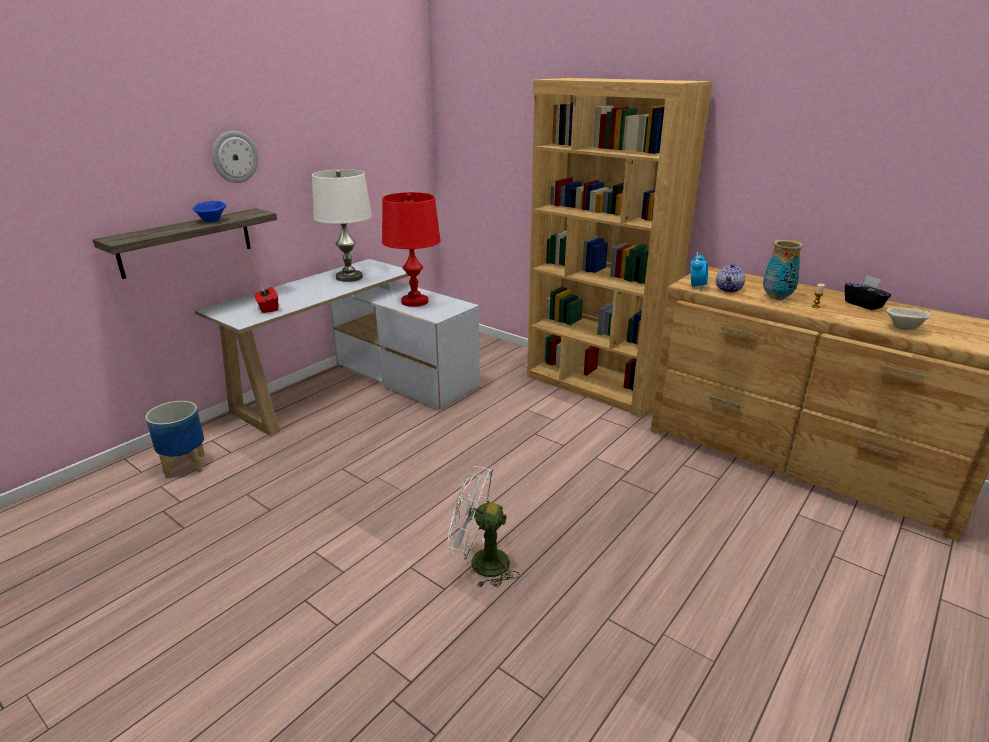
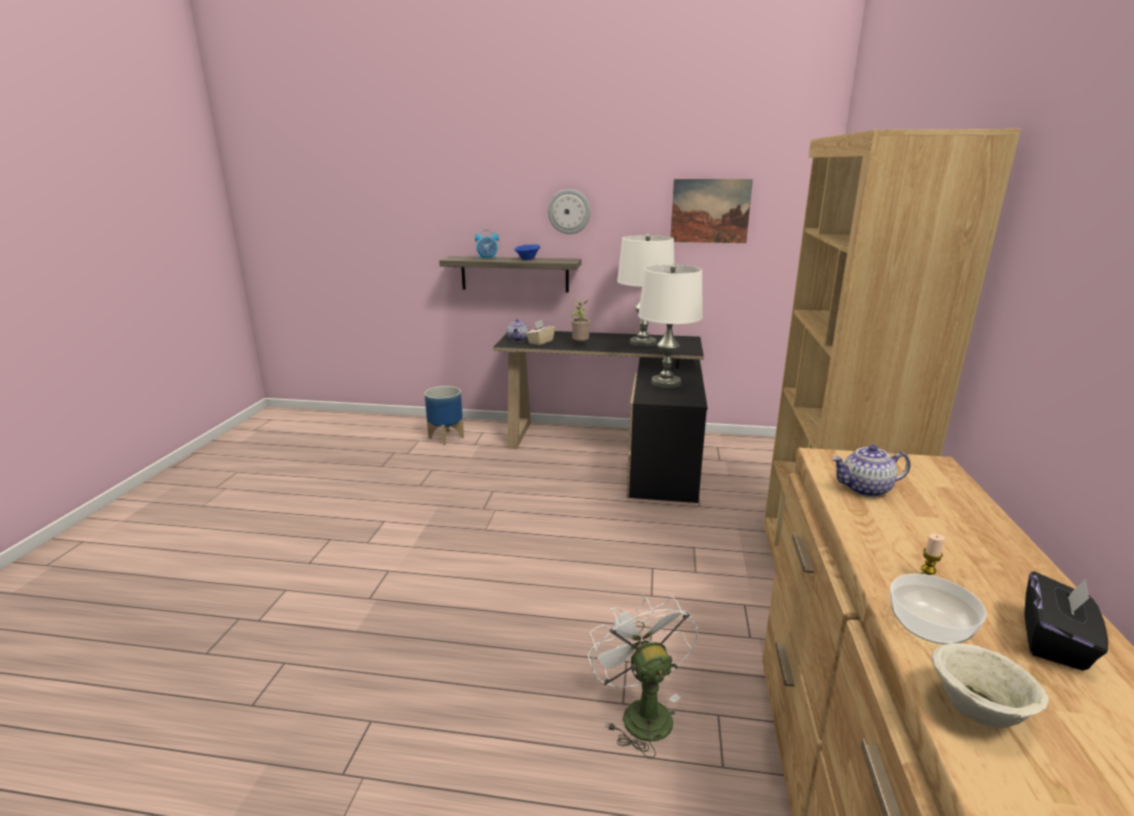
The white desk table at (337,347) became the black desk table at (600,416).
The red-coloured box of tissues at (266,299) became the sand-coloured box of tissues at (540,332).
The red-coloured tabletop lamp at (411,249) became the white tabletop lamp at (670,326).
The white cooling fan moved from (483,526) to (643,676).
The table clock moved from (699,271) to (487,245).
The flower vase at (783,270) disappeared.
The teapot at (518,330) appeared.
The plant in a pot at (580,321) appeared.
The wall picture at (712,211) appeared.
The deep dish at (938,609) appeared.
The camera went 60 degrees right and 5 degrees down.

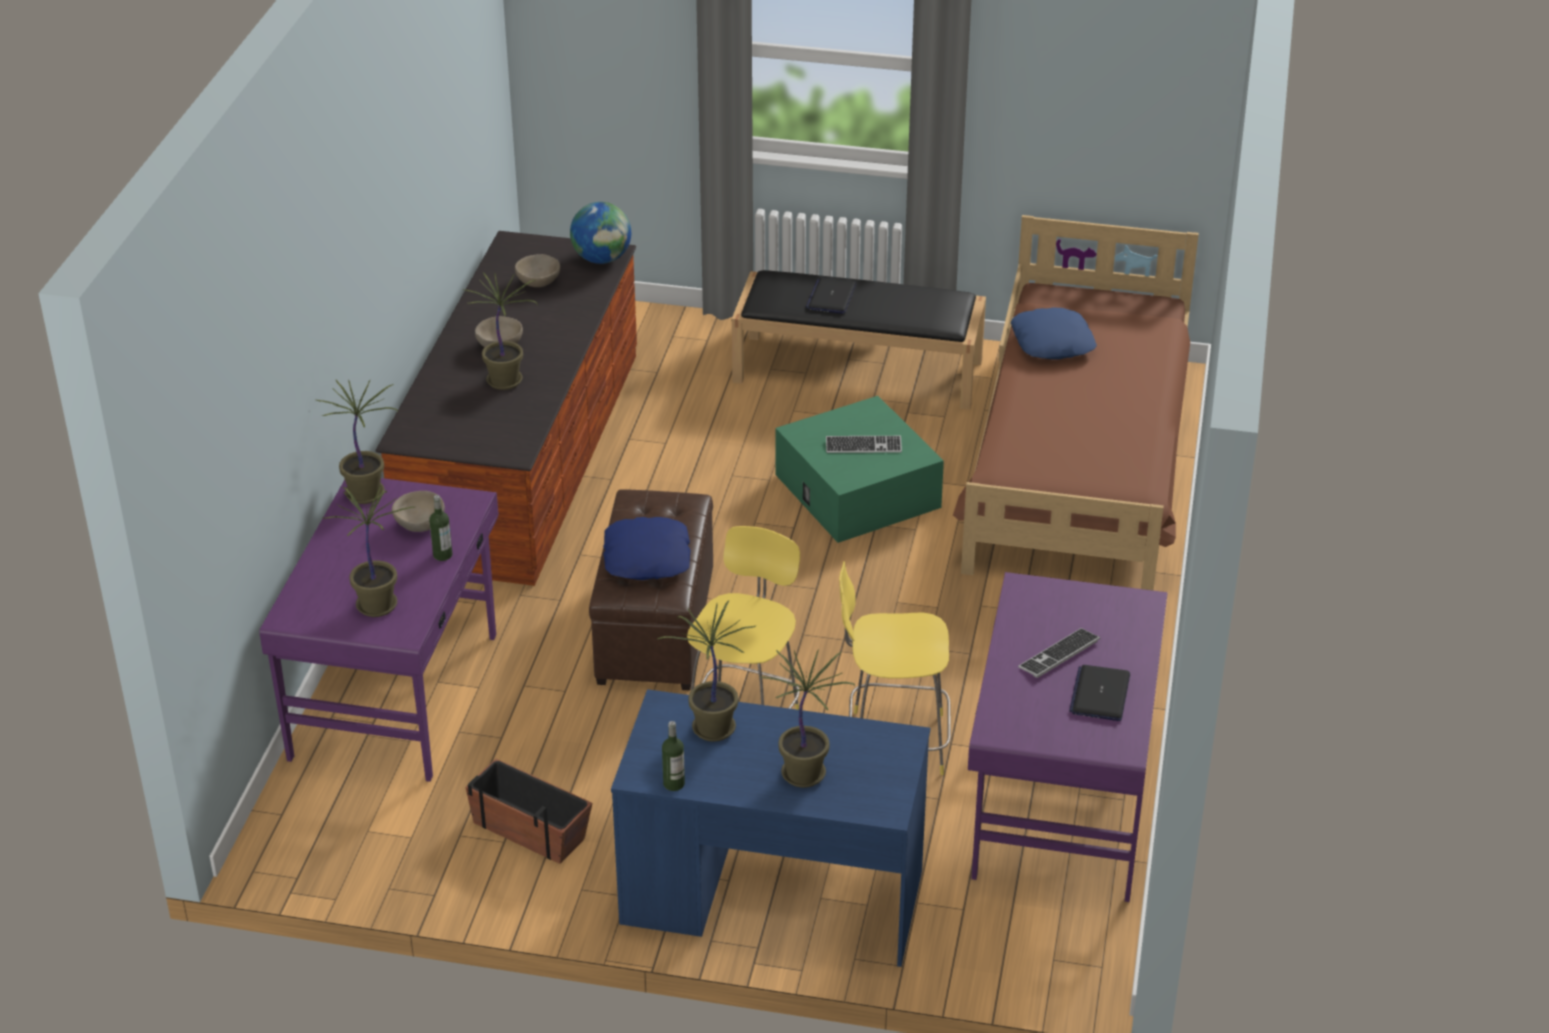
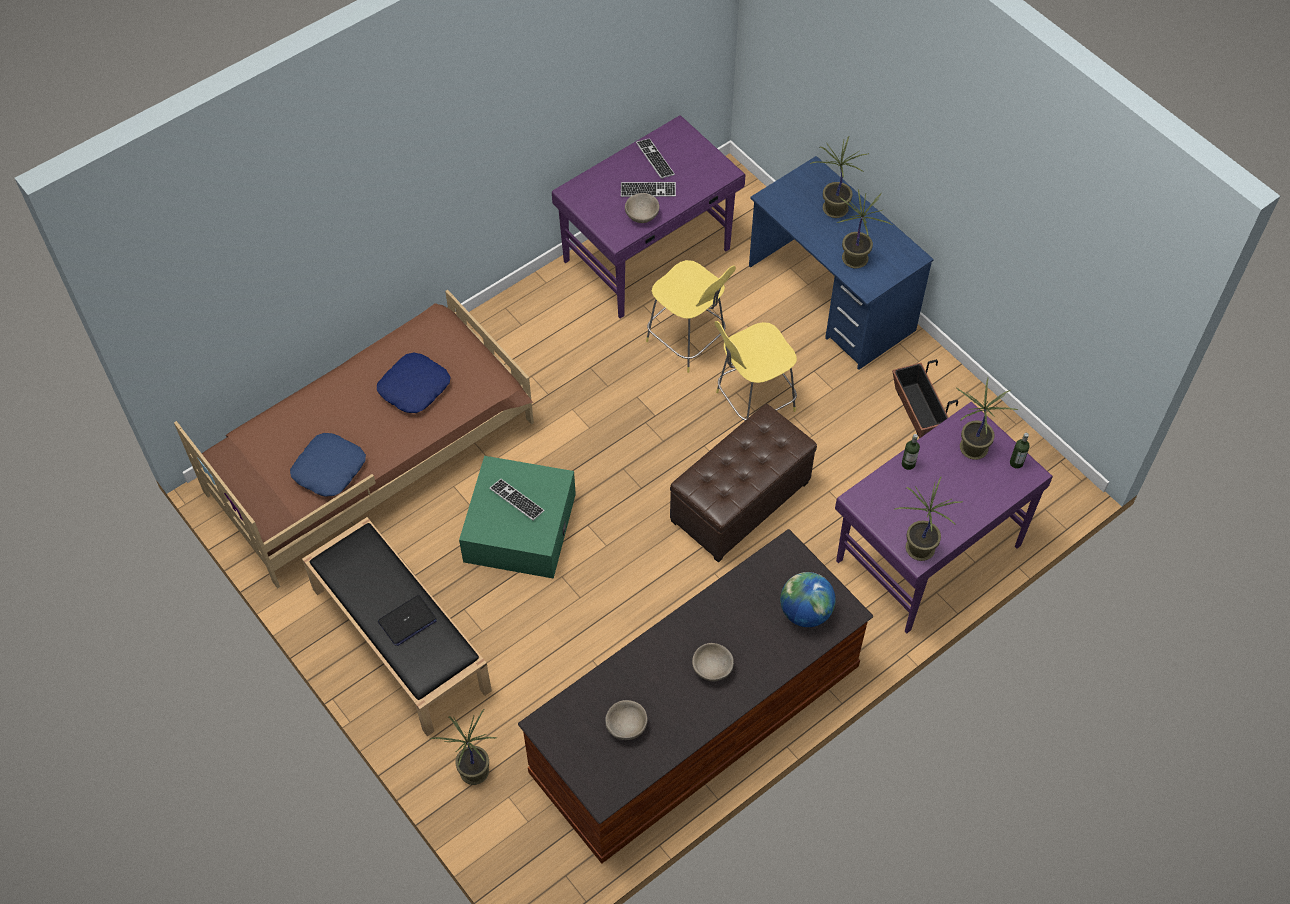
The sand-coloured deep dish moved from (418,511) to (642,208).
The plant in a pot moved from (500,331) to (463,746).
The globe moved from (600,233) to (808,599).
The blue-coloured throw pillow moved from (647,548) to (414,383).
The bottle moved from (673,756) to (1020,451).
The portable computer at (1099,693) was replaced by the keyboard at (655,158).
The camera went 140 degrees left and 20 degrees up.

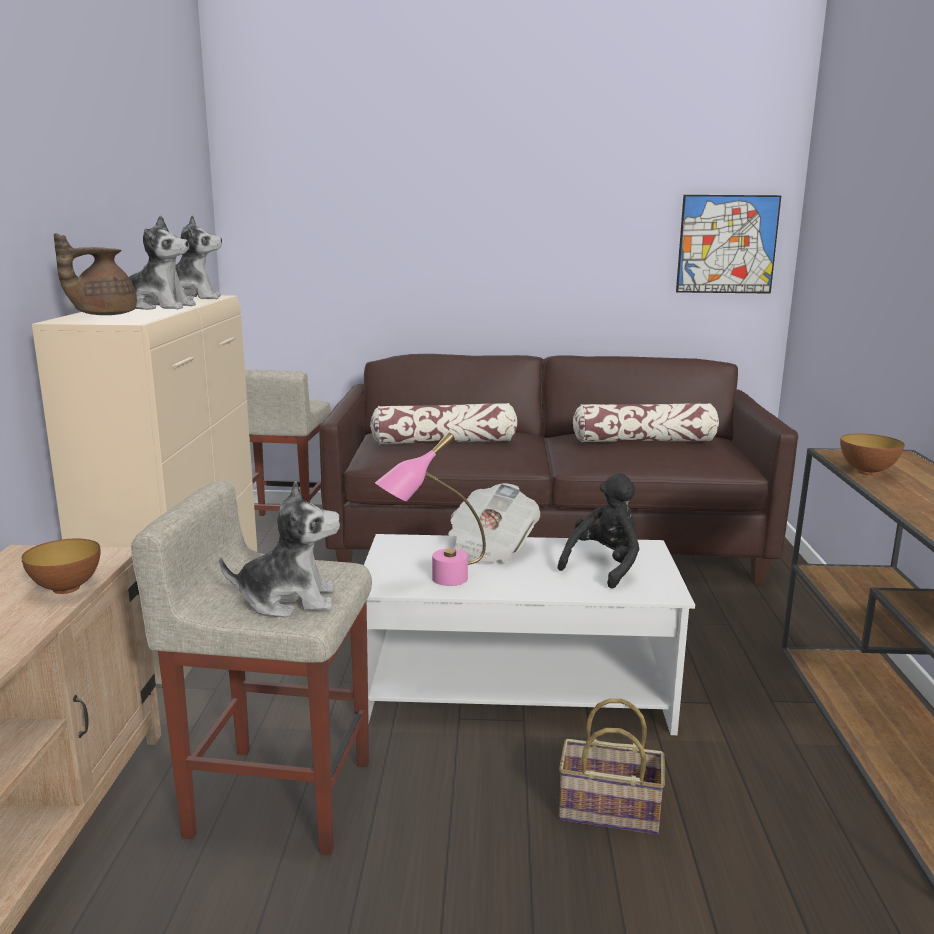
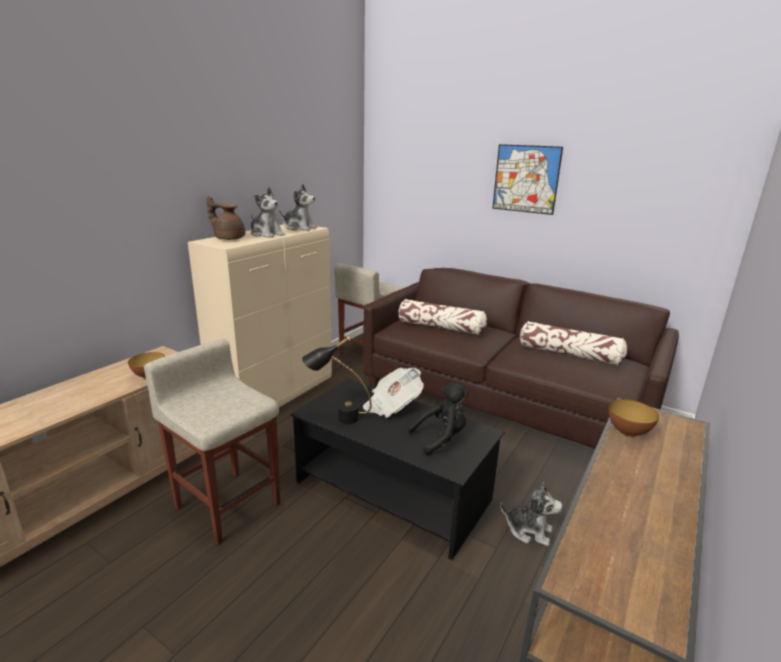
The brown-coloured teapot at (95,274) turned 45 degrees clockwise.
The soft toy moved from (279,549) to (531,514).
The white lounge table at (529,634) became the black lounge table at (398,469).
The pinkish tabletop lamp at (430,509) became the black tabletop lamp at (337,380).
The basket at (612,767) disappeared.
The wall picture moved from (729,244) to (527,179).
The camera went 30 degrees right and 5 degrees up.

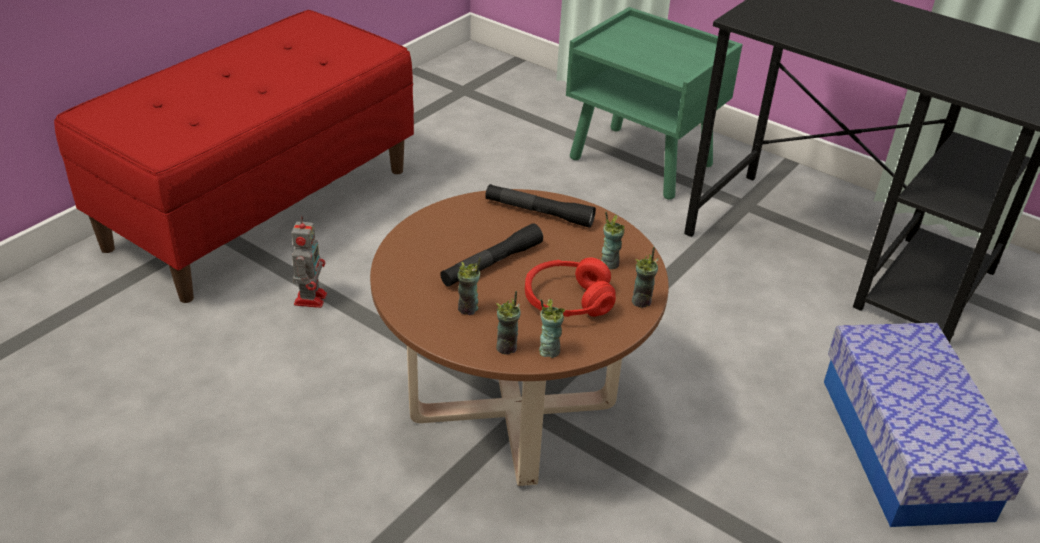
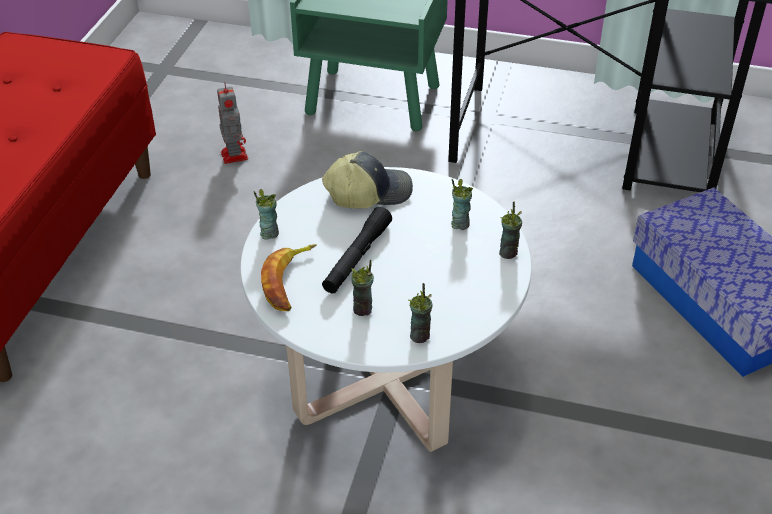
The model robot moved from (309,262) to (232,123).
The brown-coloured lounge table at (519,337) became the white lounge table at (386,309).
The black torch at (540,206) was replaced by the baseball cap at (367,180).
The red-coloured headset at (570,287) disappeared.
The drinking cup moved from (552,328) to (266,214).
The banana fruit at (288,277) appeared.
The camera went 20 degrees left and 5 degrees up.

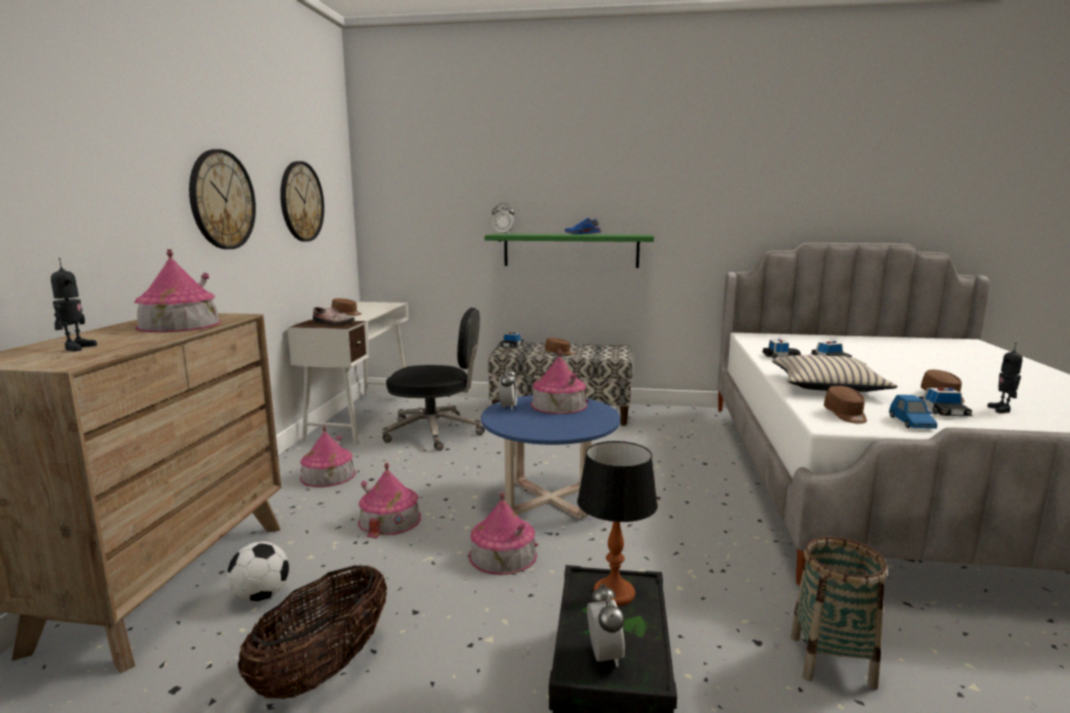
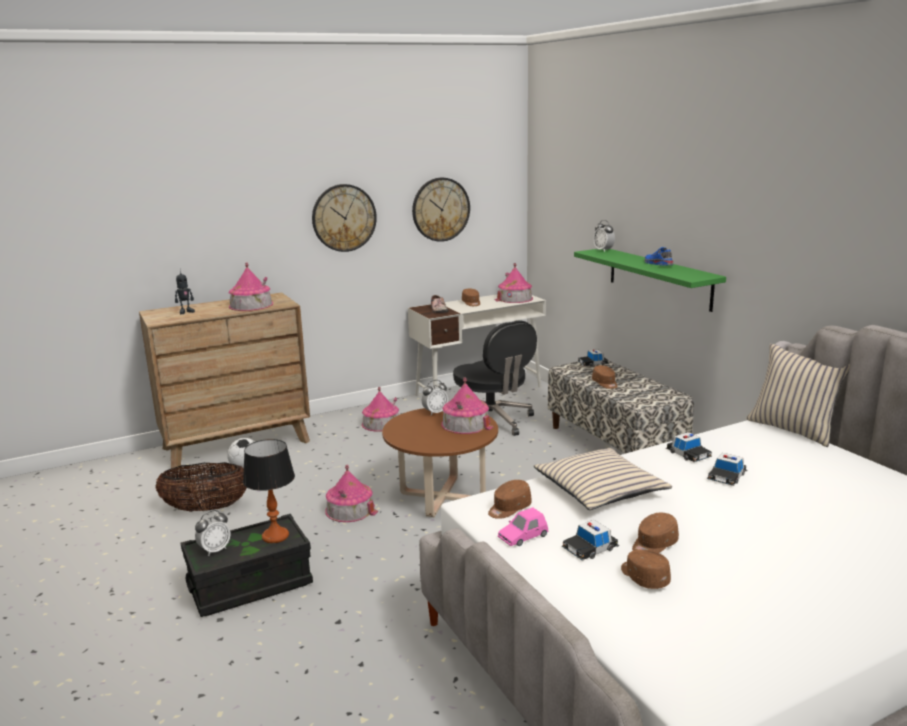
The toy house moved from (389,500) to (514,283).
The blue-coloured lounge table at (550,457) became the brown-coloured lounge table at (440,462).
The basket at (839,613) disappeared.
The blue-coloured toy car at (913,412) became the pinkish toy car at (523,527).
The model robot at (1005,378) was replaced by the brown-coloured baseball cap at (646,569).
The sand-coloured throw pillow at (798,395) appeared.
The camera went 55 degrees right and 5 degrees up.

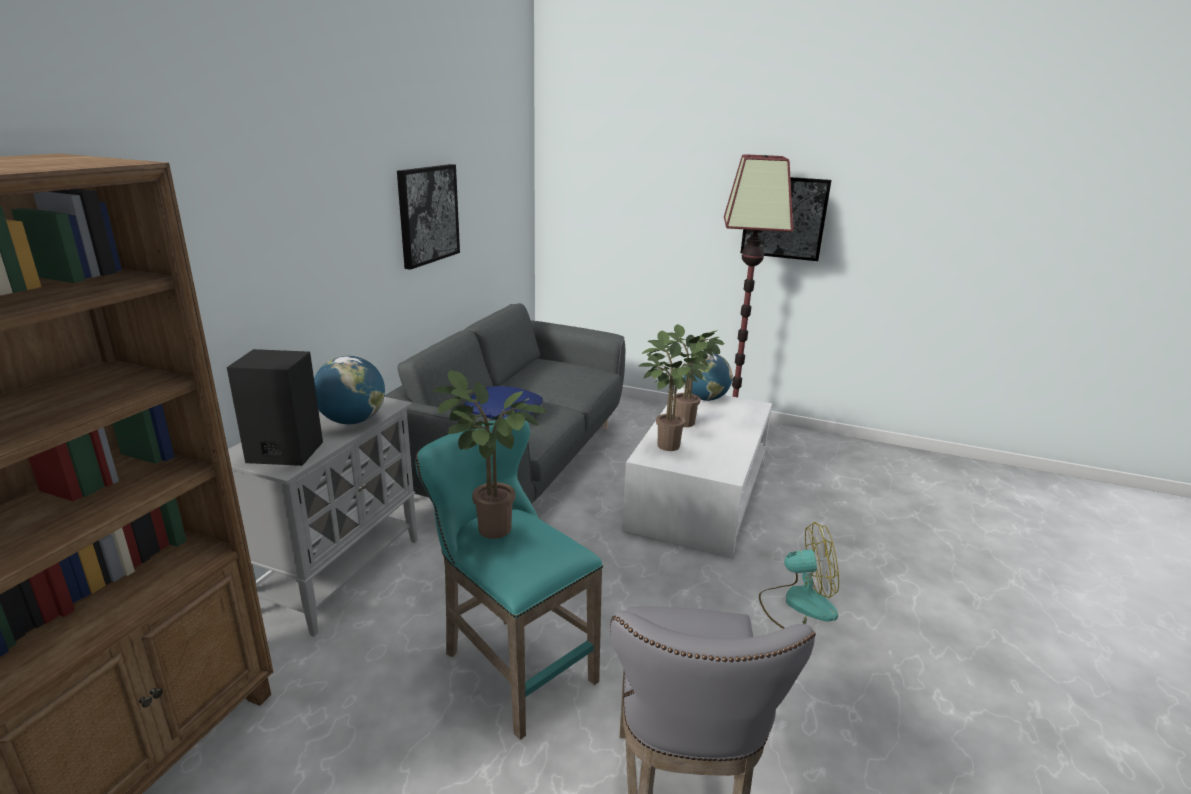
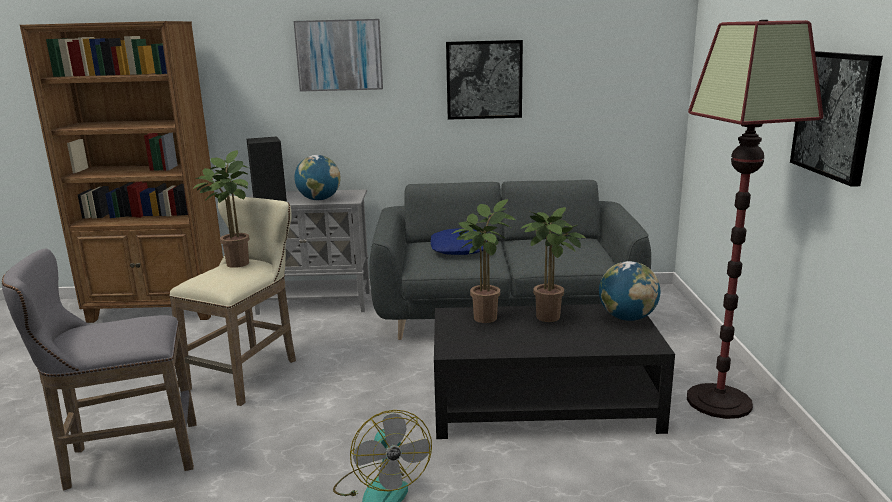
The turquoise stool at (509,579) became the sand-coloured stool at (232,301).
The white lounge table at (697,472) became the black lounge table at (554,371).
The wall picture at (338,55) appeared.
The camera went 70 degrees right and 5 degrees down.

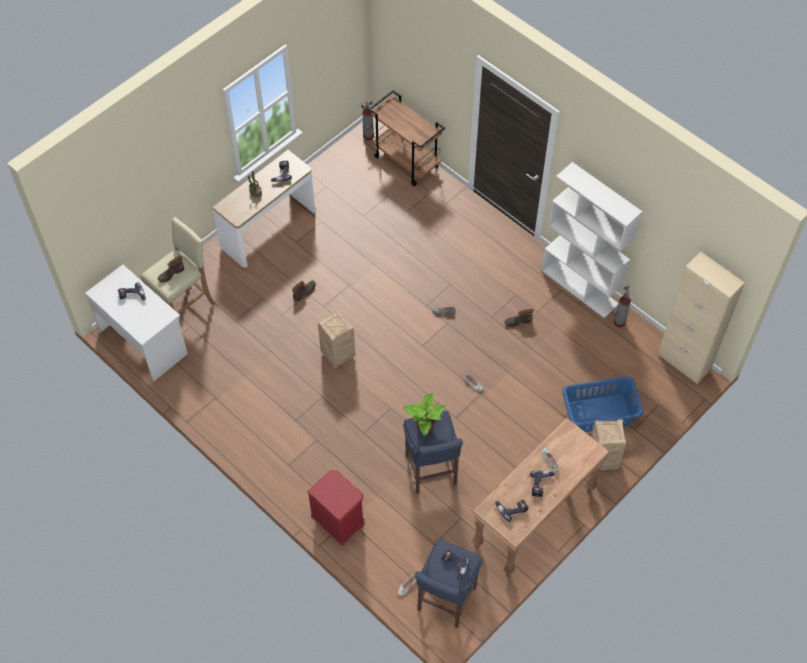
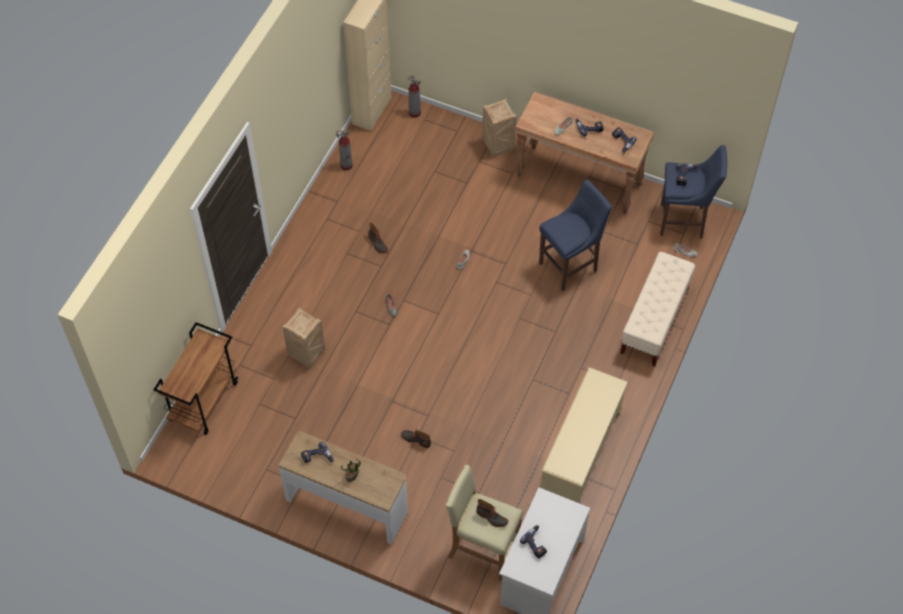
The red-coloured nightstand at (336,507) was replaced by the sand-coloured indoor bench at (658,309).
The shipping crate moved from (337,339) to (304,337).
The fire extinguisher moved from (367,120) to (414,96).
The plant in a pot at (424,414) disappeared.
The white bookshelf at (591,240) disappeared.
The blue-coloured laundry basket at (602,404) disappeared.
The sand-coloured shoe shelf at (584,435) appeared.
The camera went 110 degrees left and 0 degrees up.

